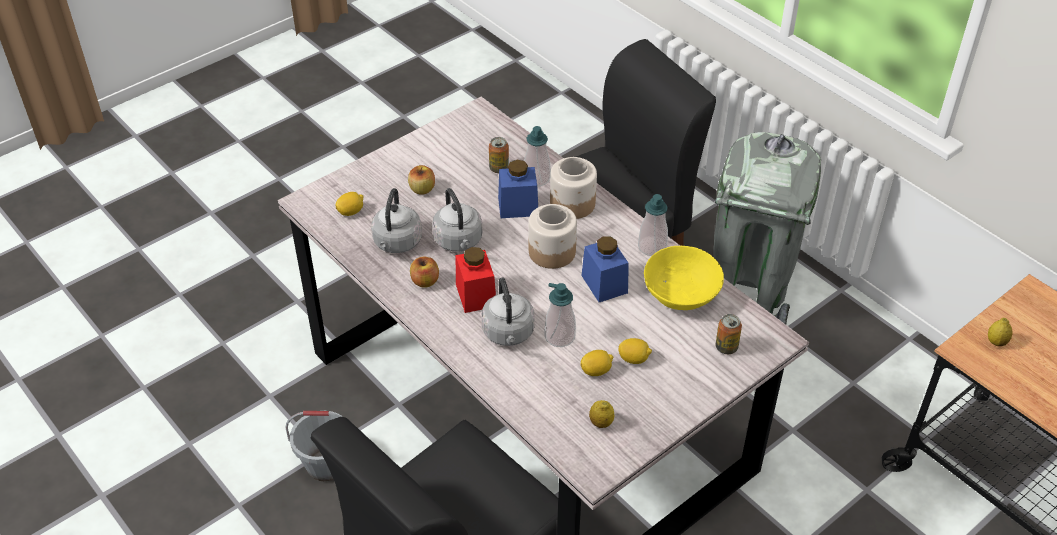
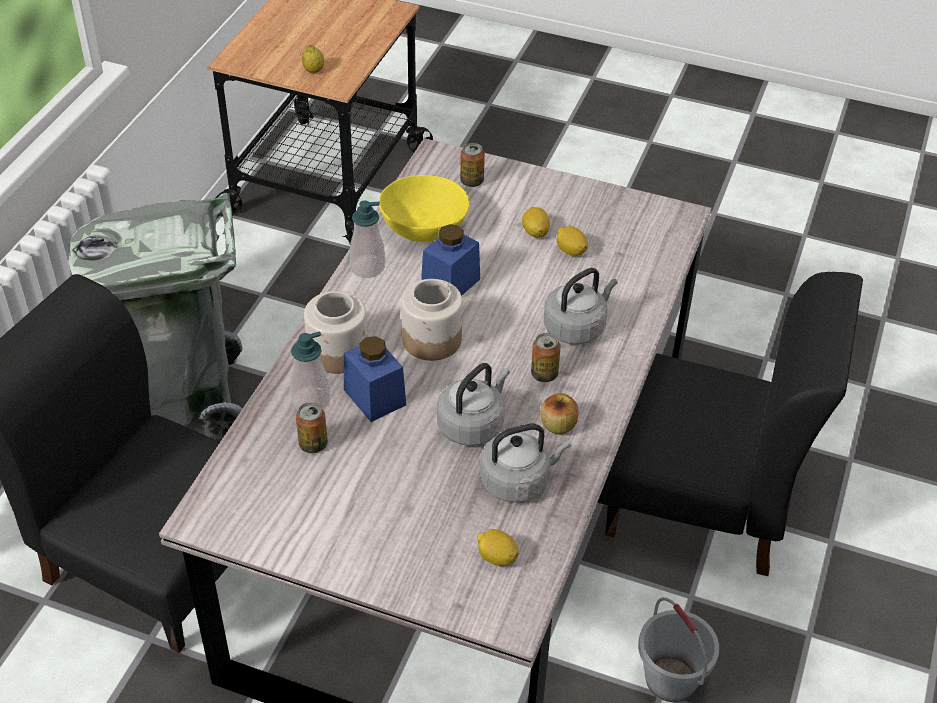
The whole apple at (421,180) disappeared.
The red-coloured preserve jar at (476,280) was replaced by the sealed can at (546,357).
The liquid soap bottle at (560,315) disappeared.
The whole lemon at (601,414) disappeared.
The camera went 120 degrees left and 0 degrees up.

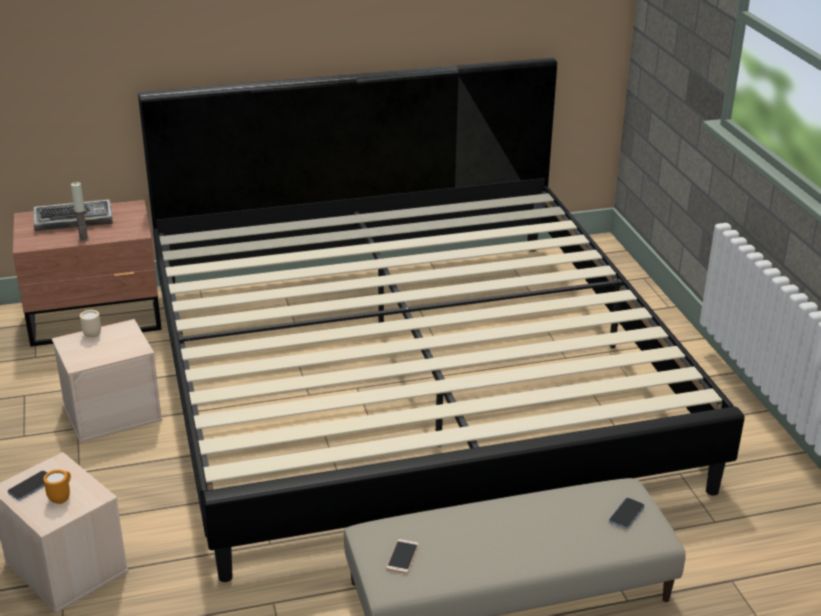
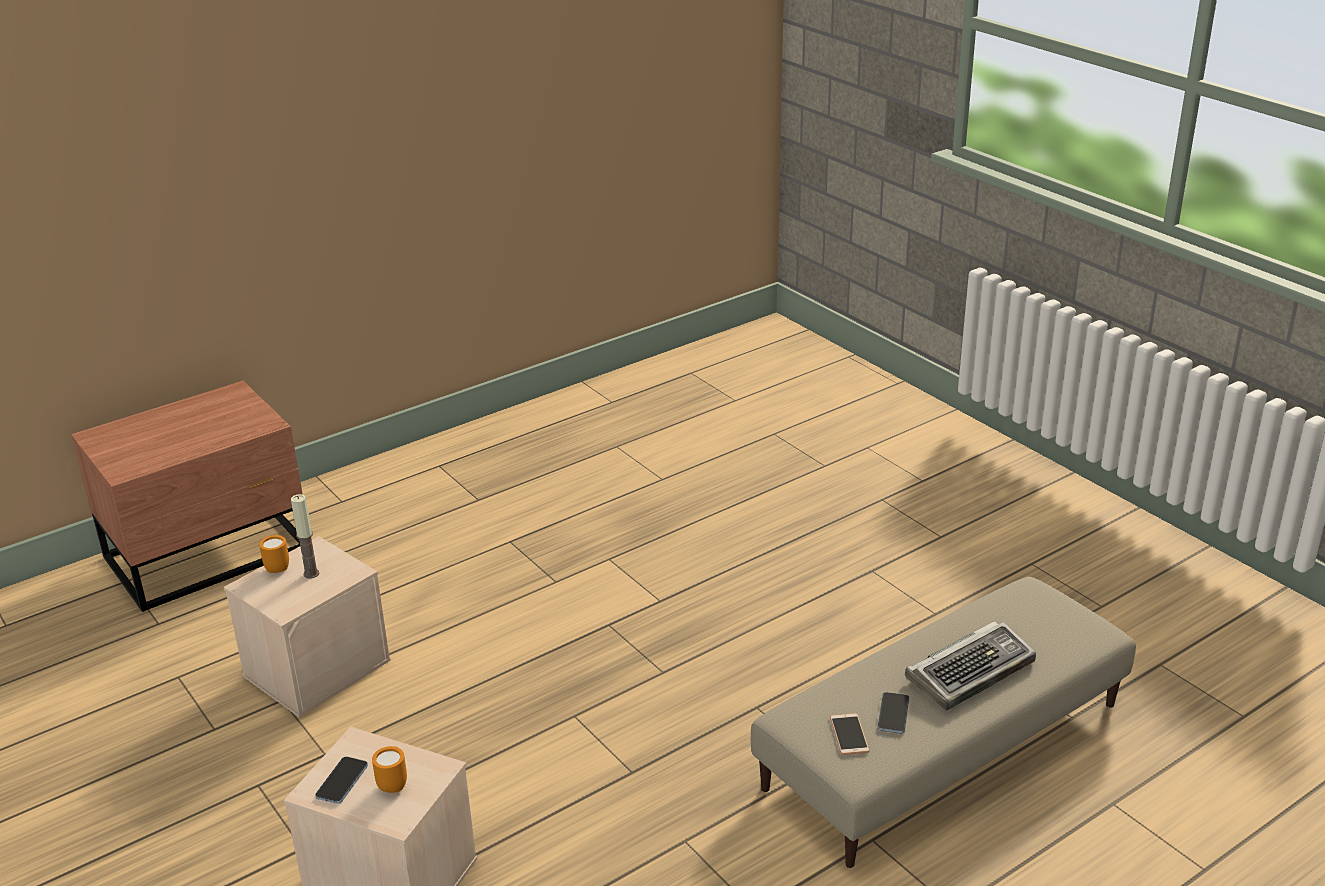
The keyboard moved from (73,215) to (970,665).
The candle moved from (80,212) to (305,536).
The sand-coloured coffee mug at (90,323) became the orangey coffee mug at (274,554).
The bed at (441,320) disappeared.
The handset moved from (627,513) to (894,712).
The camera went 20 degrees left and 0 degrees up.

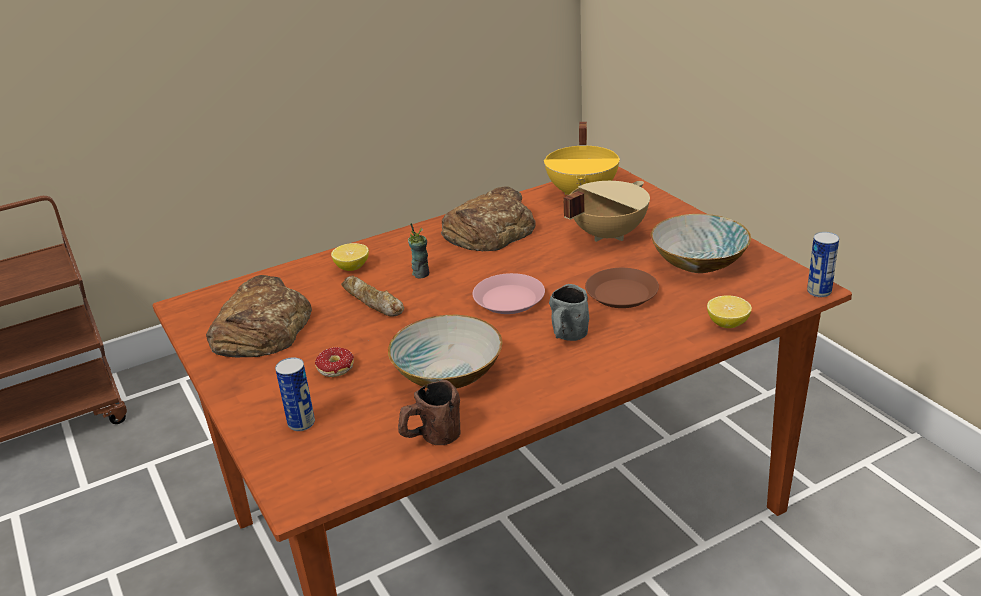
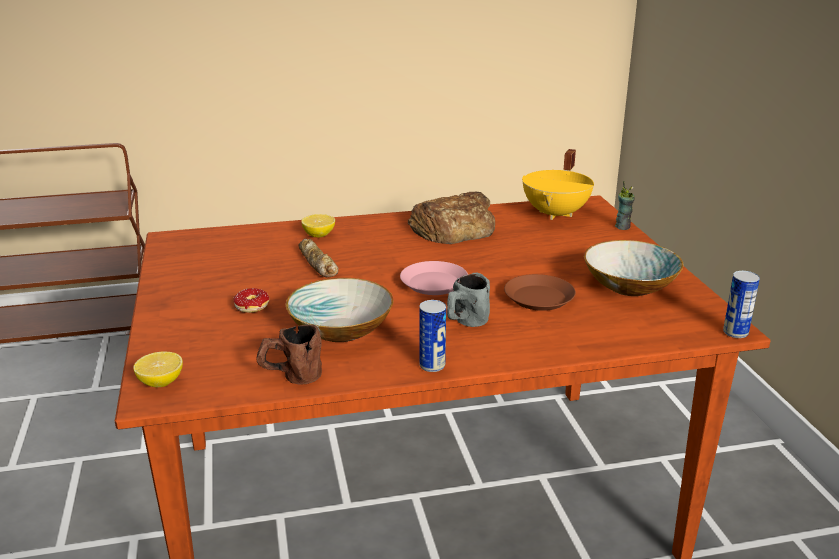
The bakery bread at (259,316) disappeared.
The sealed can moved from (295,394) to (432,336).
The drinking cup moved from (418,250) to (625,205).
The sand-coloured stockpot at (606,211) disappeared.
The whole lemon moved from (729,311) to (158,369).
The camera went 15 degrees right and 5 degrees down.

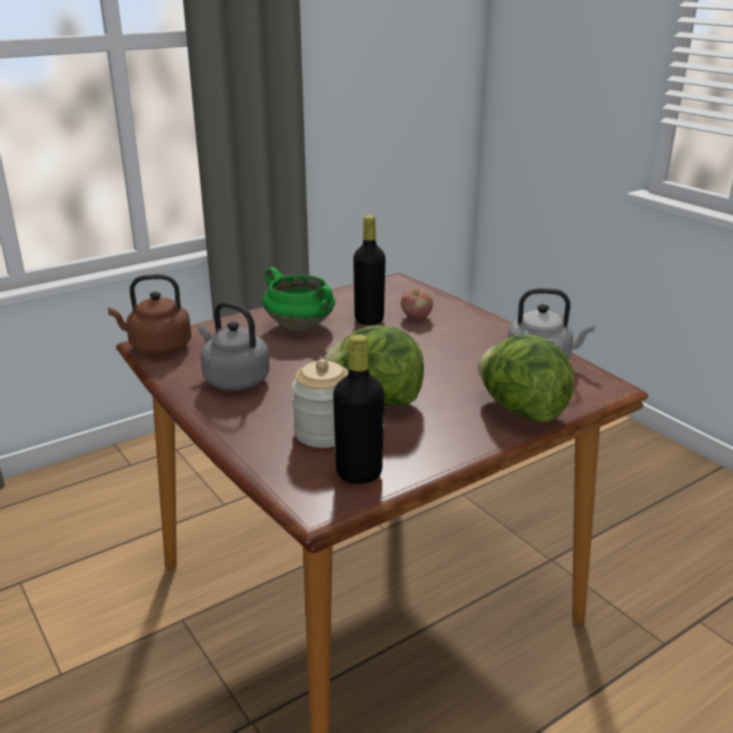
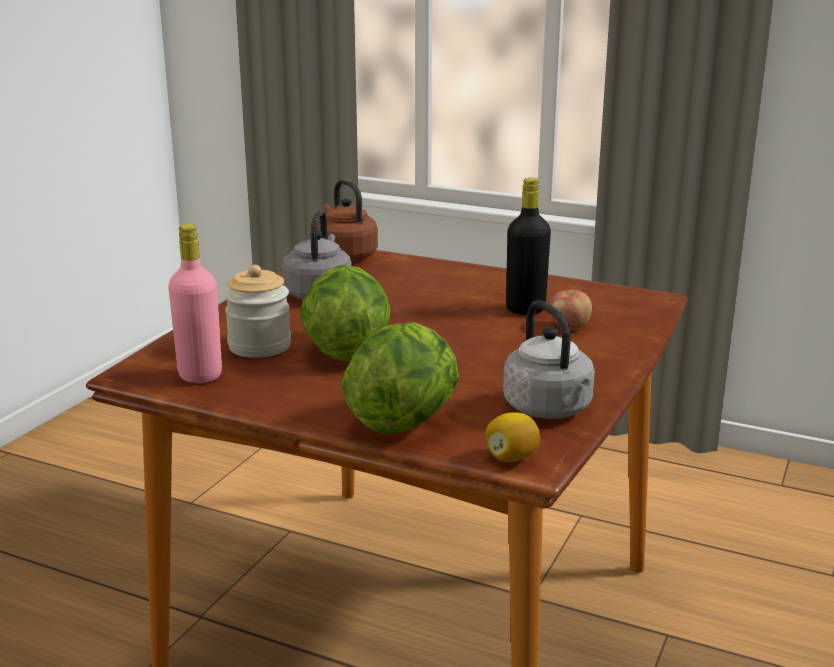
The greenish stockpot at (298,299) disappeared.
The black bottle at (359,409) became the pinkish bottle at (195,303).
The whole lemon at (513,437) appeared.
The camera went 60 degrees right and 5 degrees down.

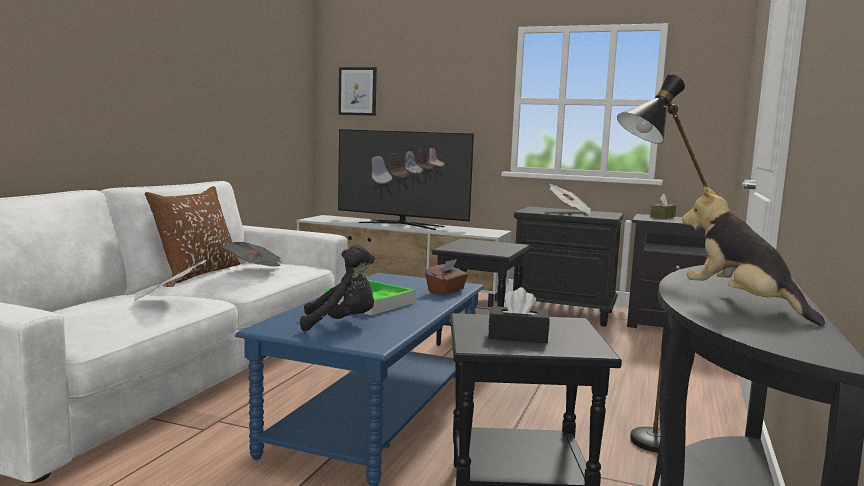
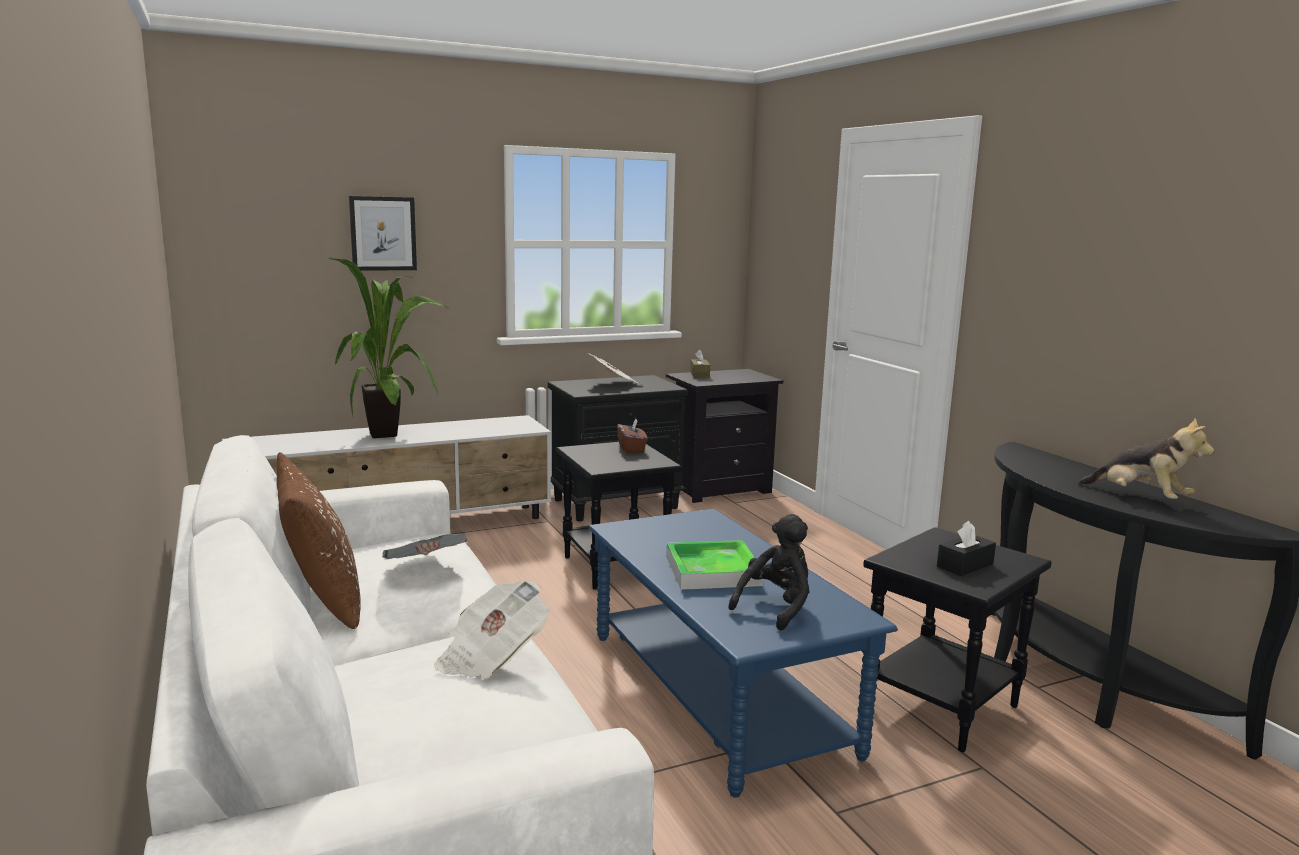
The wall picture moved from (357,91) to (383,233).
The television at (406,179) was replaced by the plant in a pot at (388,348).
The brown-coloured box of tissues moved from (447,277) to (632,435).
The black floor lamp at (663,263) disappeared.
The soft toy at (753,256) turned 150 degrees counterclockwise.
The camera went 45 degrees left and 5 degrees up.

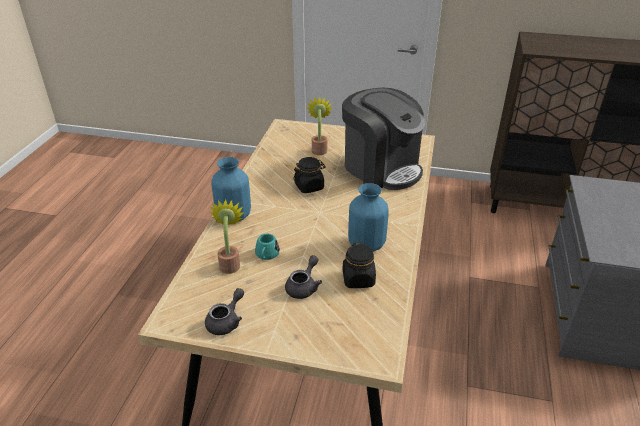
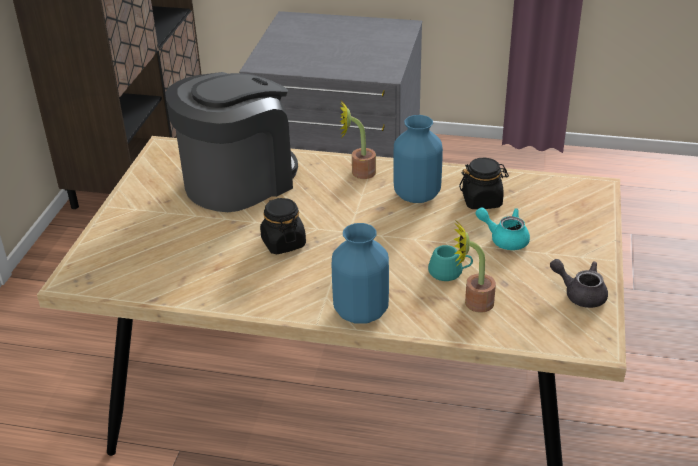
The greyish teapot at (303,277) became the turquoise teapot at (503,228).
The plant in a pot moved from (319,126) to (358,139).
The camera went 90 degrees left and 0 degrees up.

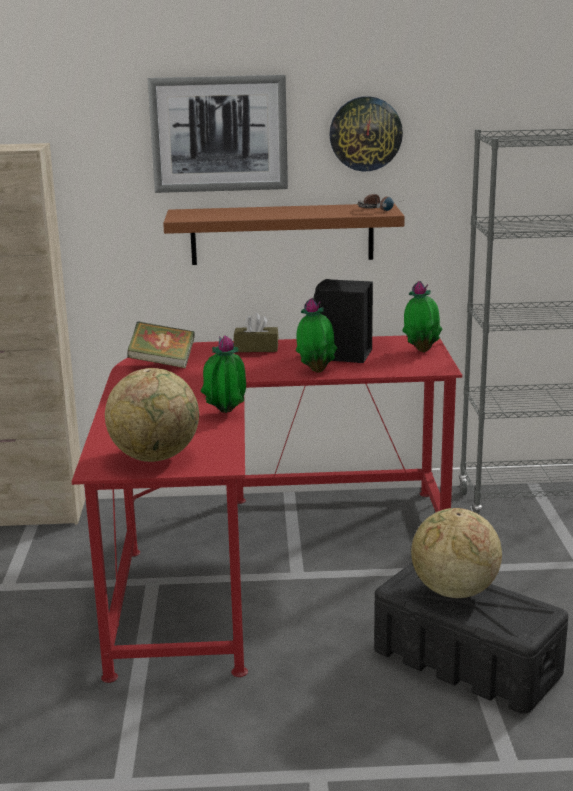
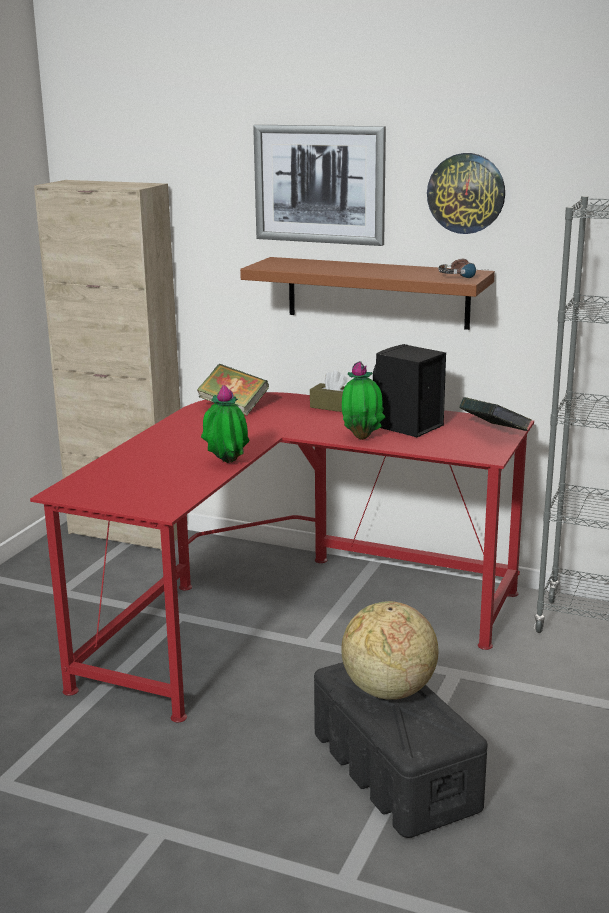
The globe at (152,415) disappeared.
The plant in a pot at (422,316) was replaced by the volume at (496,414).
The camera went 25 degrees right and 0 degrees up.

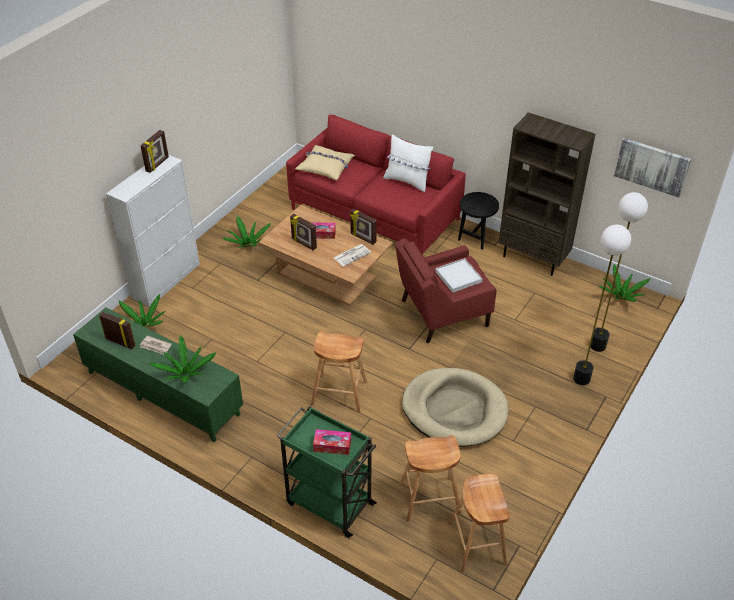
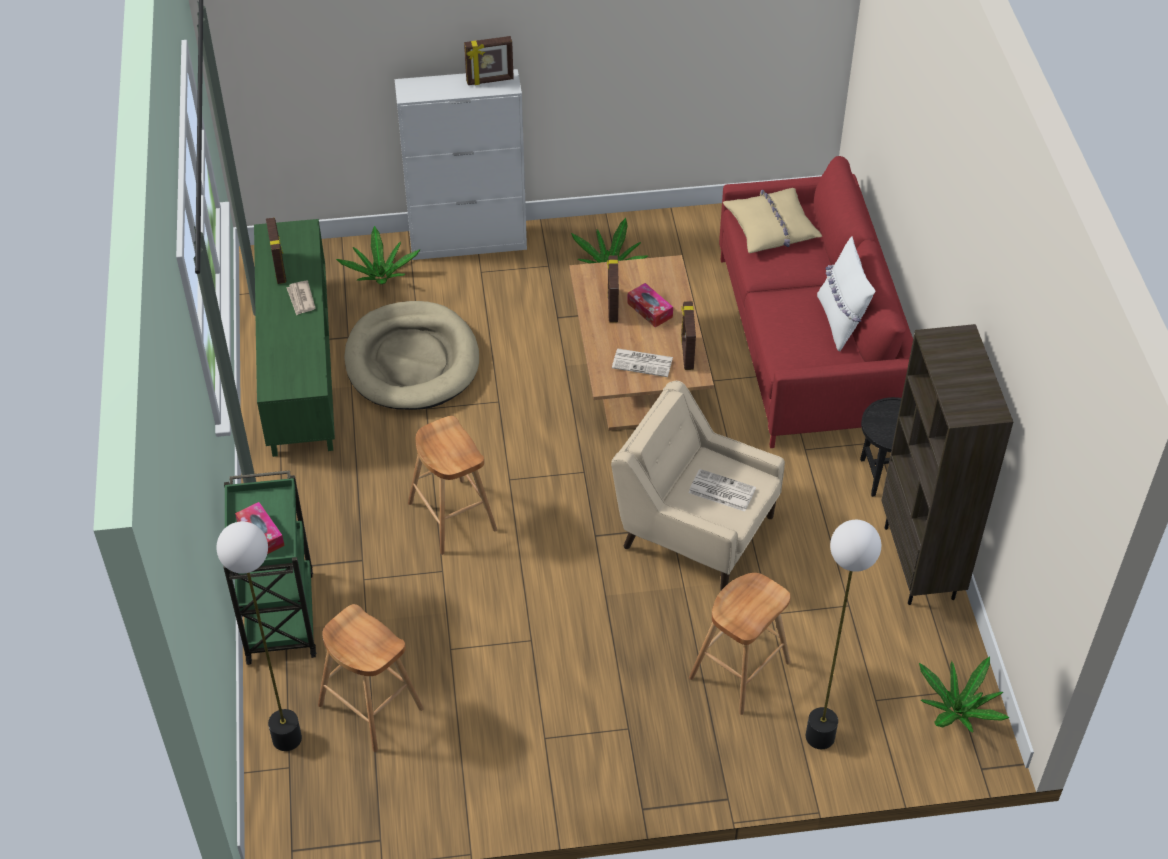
The plant in a pot at (183,359) disappeared.
The red-coloured easy chair at (445,290) became the sand-coloured easy chair at (698,485).
The sand-coloured pet bed moved from (455,407) to (411,355).
The white tray at (459,275) was replaced by the printed paper at (722,490).
The brown-coloured stool moved from (479,523) to (740,644).
The floor lamp moved from (602,305) to (259,636).
The wall picture at (652,168) disappeared.
The camera went 50 degrees right and 5 degrees up.

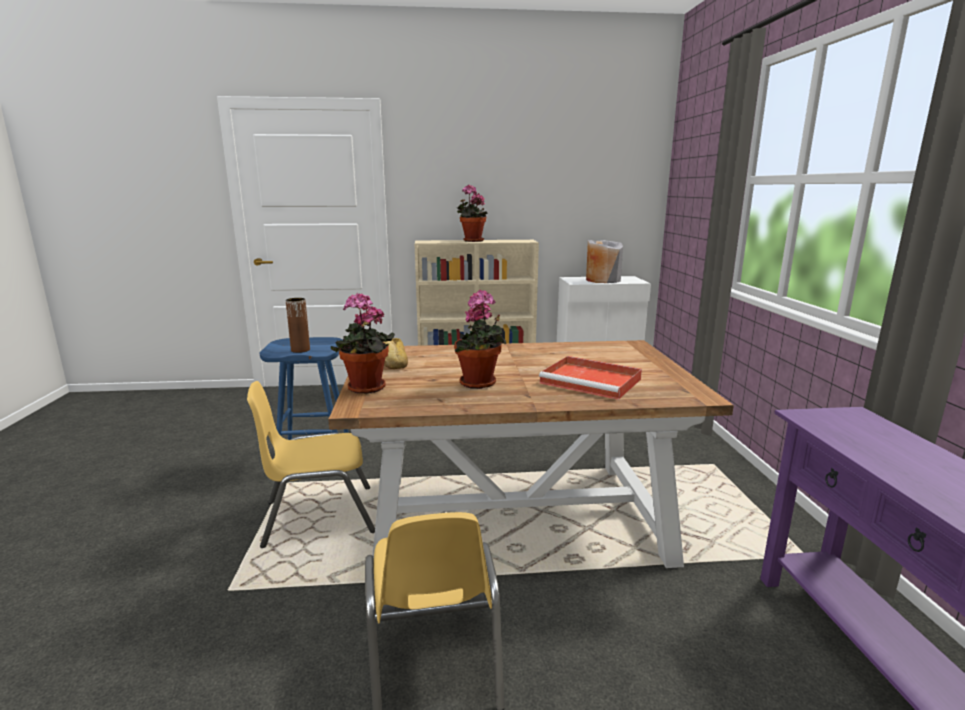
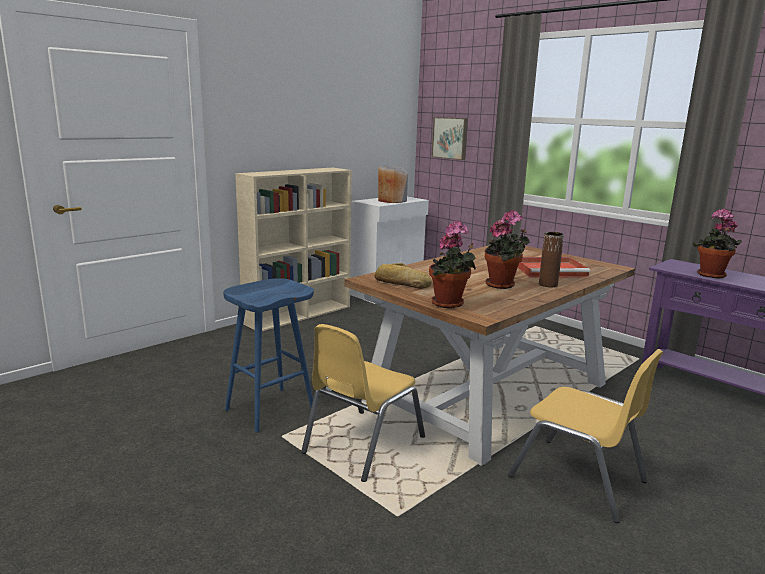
The brown-coloured flower vase moved from (298,325) to (551,259).
The plant in a pot moved from (472,213) to (717,243).
The wall picture at (449,138) appeared.
The camera went 40 degrees left and 0 degrees up.

